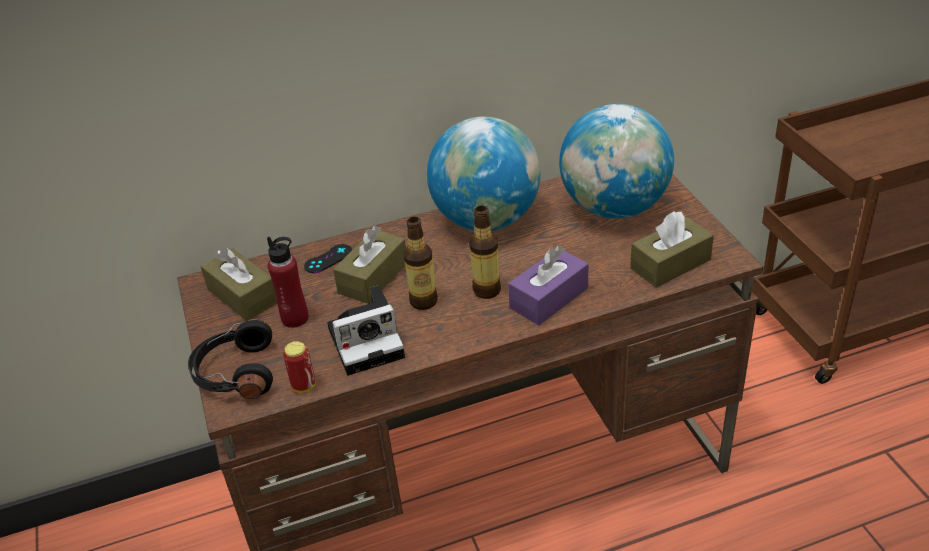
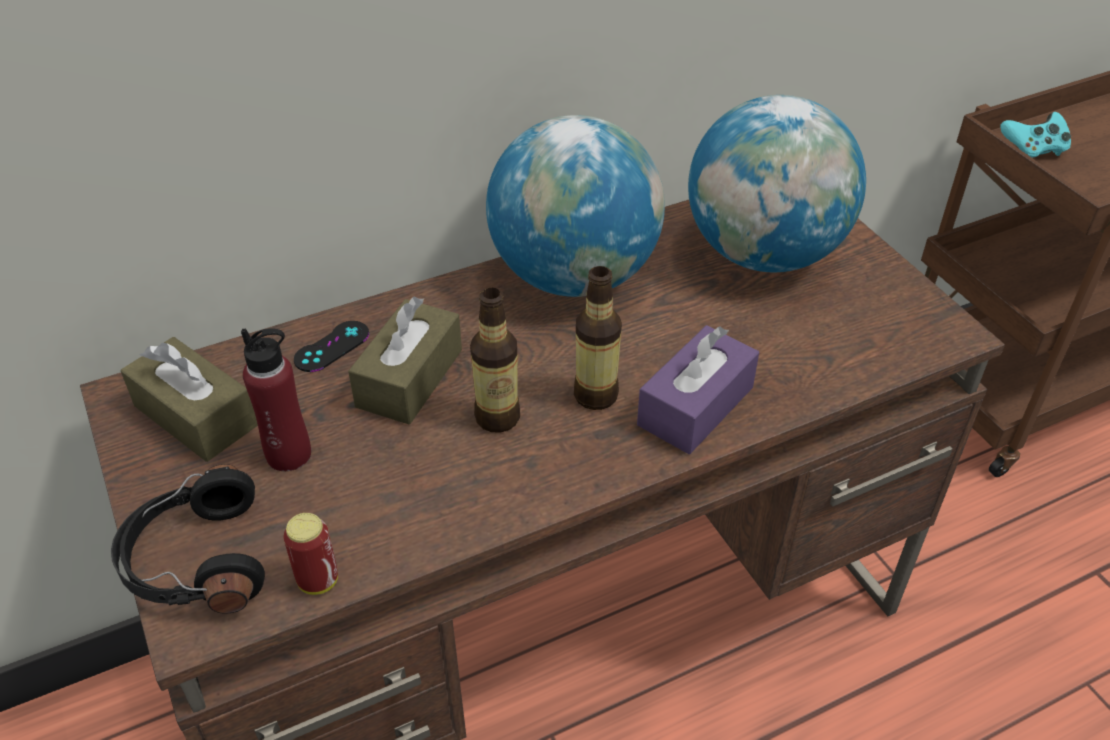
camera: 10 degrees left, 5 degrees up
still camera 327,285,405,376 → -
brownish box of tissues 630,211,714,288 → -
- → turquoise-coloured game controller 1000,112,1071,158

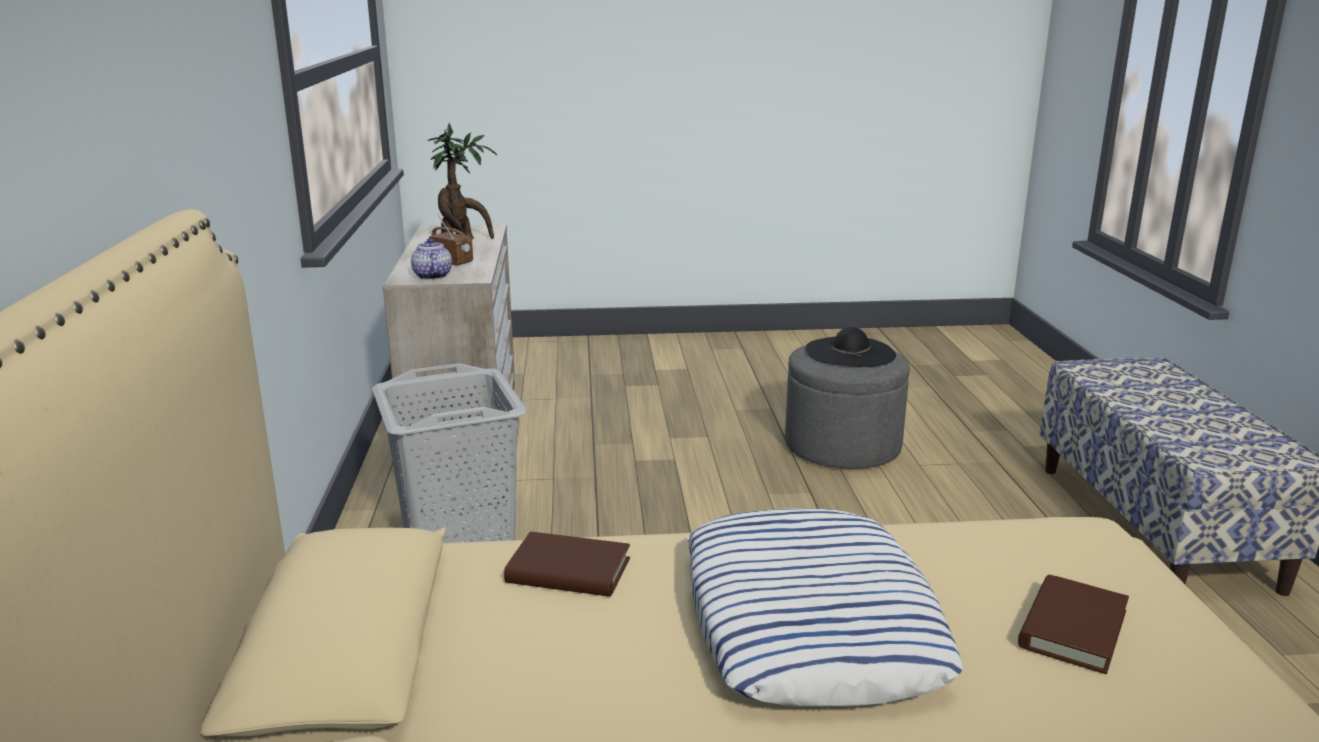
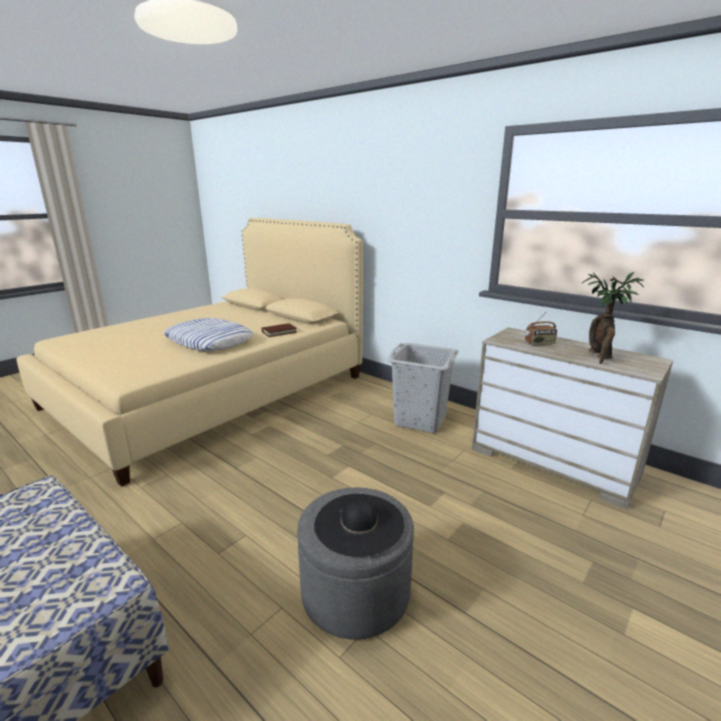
camera: 135 degrees right, 0 degrees up
teapot 411,238,452,280 → -
brownish book 1018,575,1129,674 → -

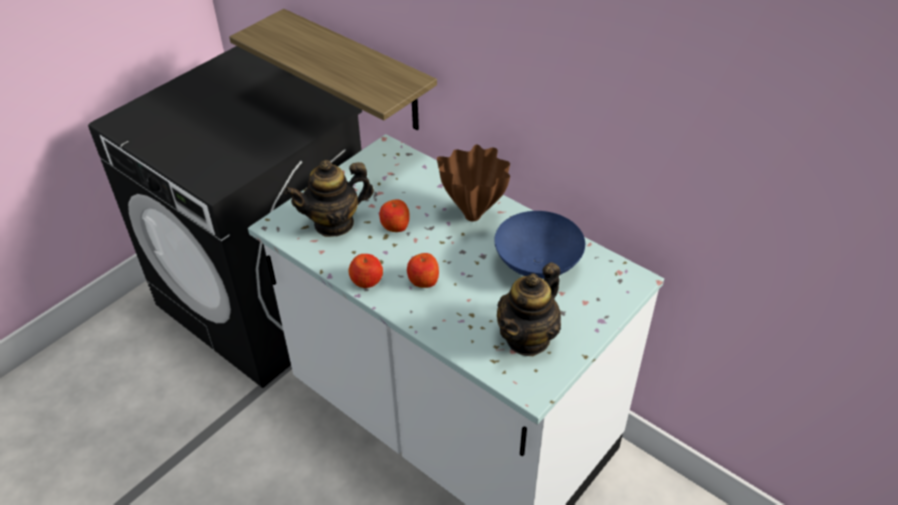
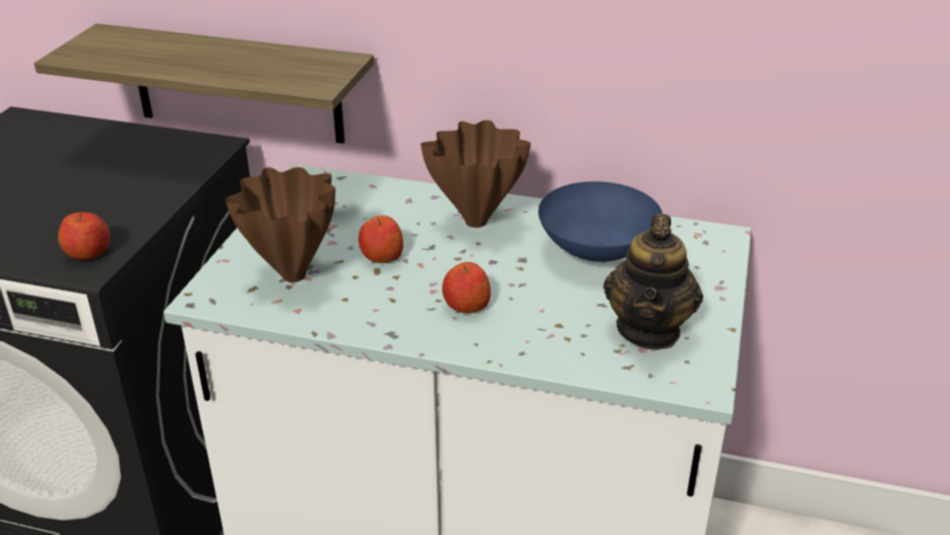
camera: 25 degrees left, 10 degrees down
apple 349,254,383,288 → apple 58,212,110,260, move
teapot 285,160,374,237 → brownish decorative vase 225,167,335,282

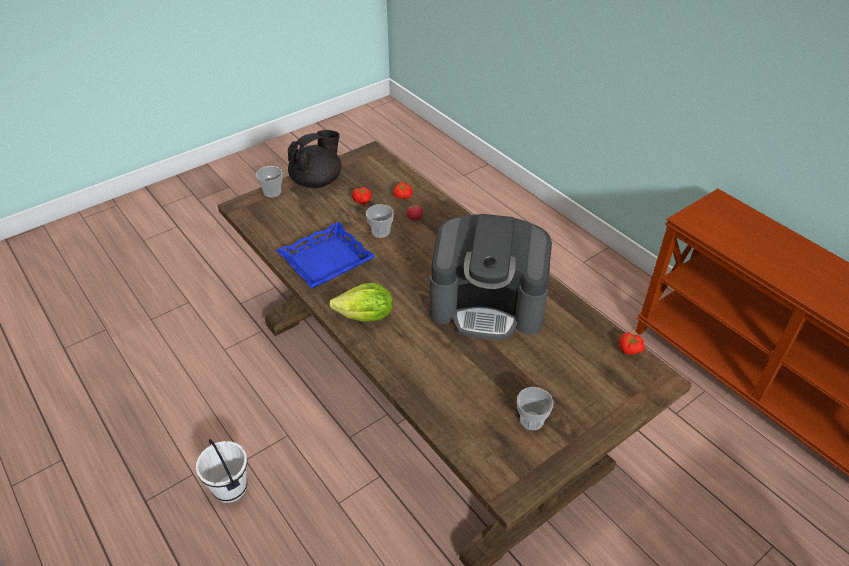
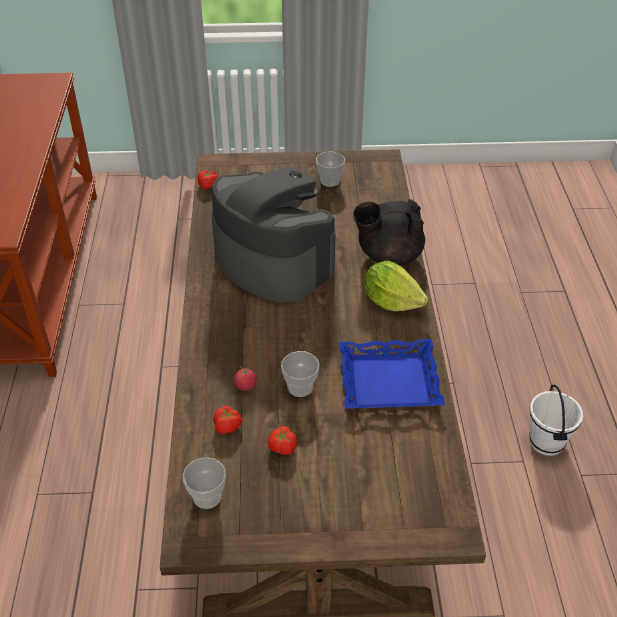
camera: 145 degrees left, 0 degrees up
small cup 256,166,282,198 → small cup 183,457,226,509, move
blackish teapot 288,130,341,188 → blackish teapot 353,199,425,265, move

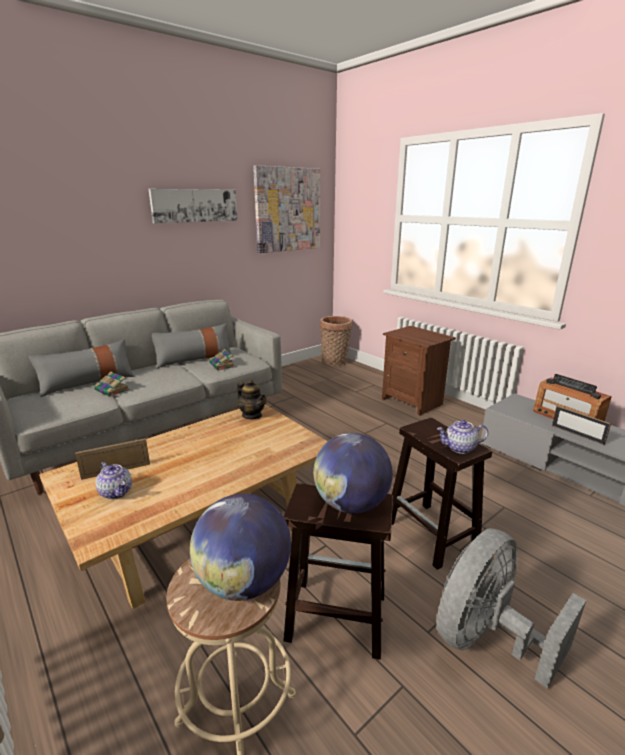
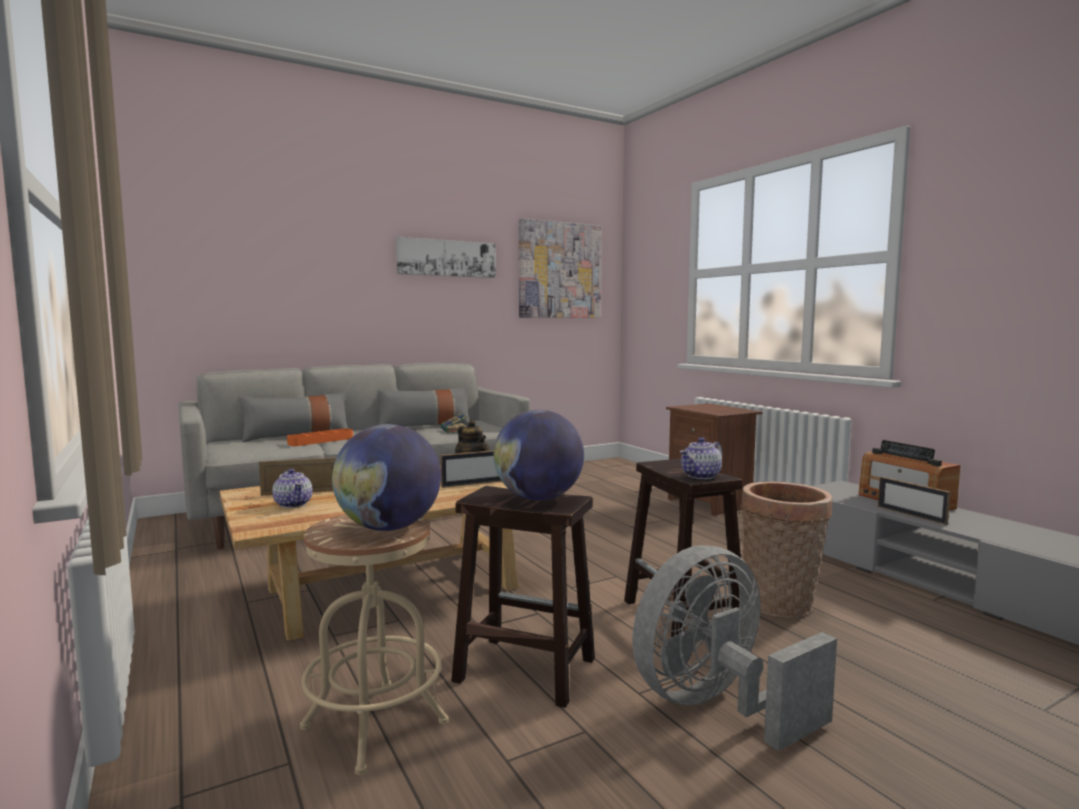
camera: 10 degrees right, 15 degrees down
- → photo frame 440,450,502,488
basket 320,316,352,366 → basket 741,481,832,617, move
book 94,372,130,397 → orangey tray 287,428,353,446
teapot 437,420,488,454 → teapot 680,437,723,479, 45 degrees counterclockwise

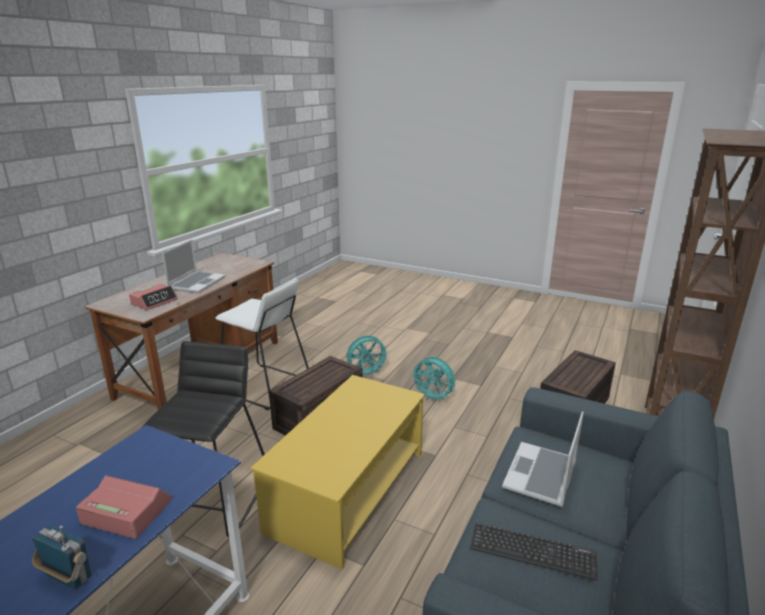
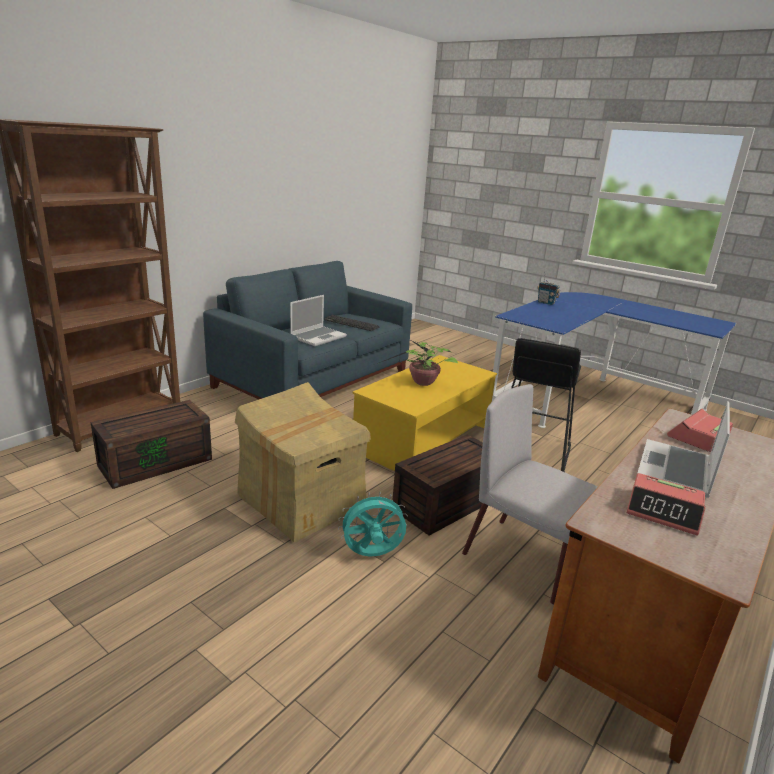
camera: 170 degrees left, 0 degrees up
- → houseplant 374,341,458,386
alarm clock 76,475,172,539 → alarm clock 626,473,705,536, move
white-coloured sitting stool 215,279,309,410 → greyish plain chair 462,384,598,605
turquoise-coloured electric fan 410,357,455,403 → carton 235,382,371,542

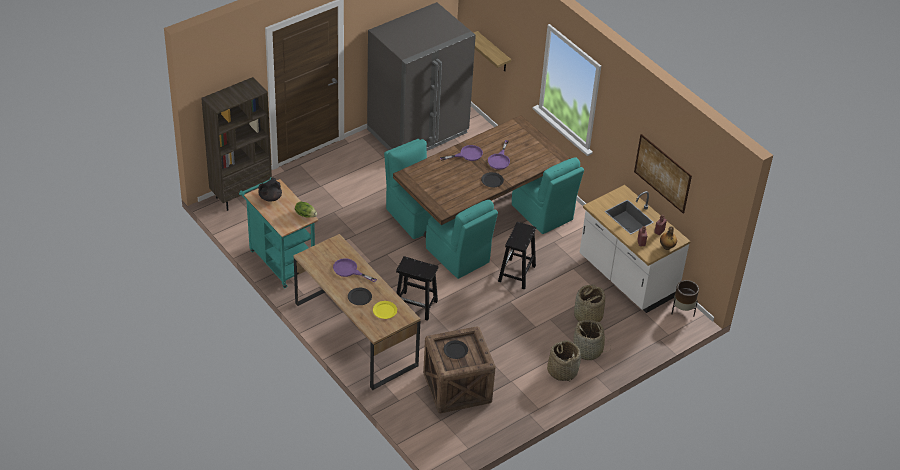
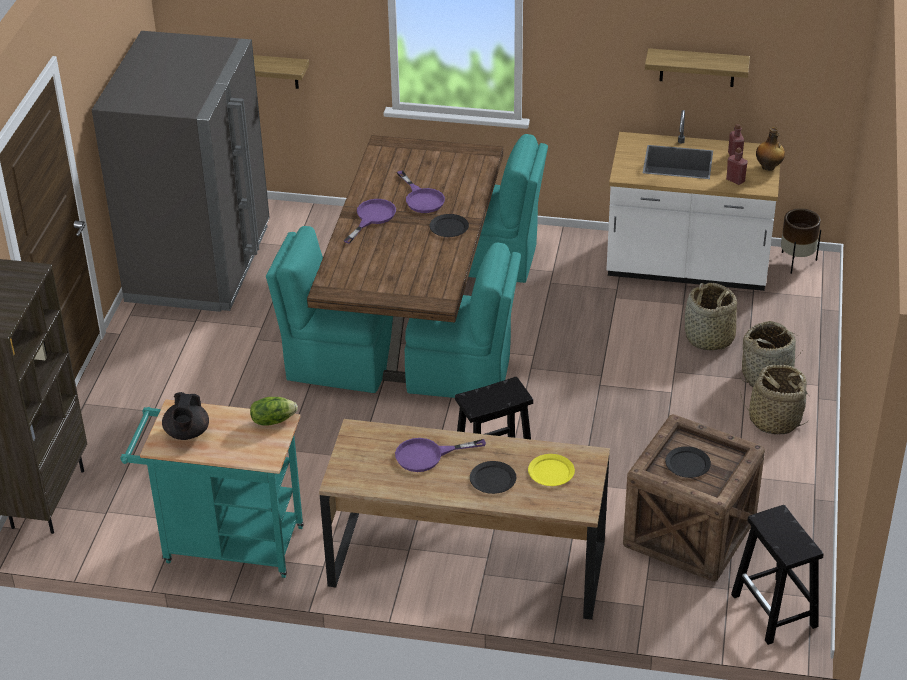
camera: 40 degrees left, 5 degrees down
blackish sitting stool 498,222,536,290 → blackish sitting stool 731,505,824,645, move
wall art 634,134,692,214 → bracket shelf 645,48,750,87

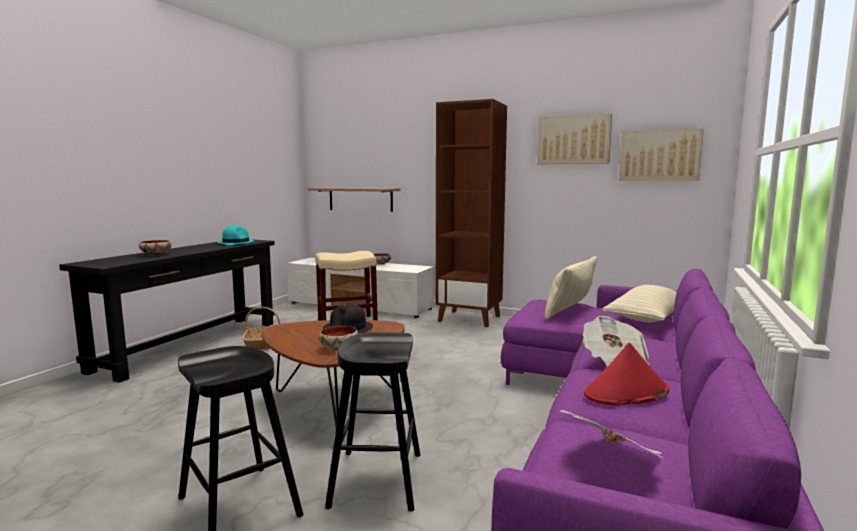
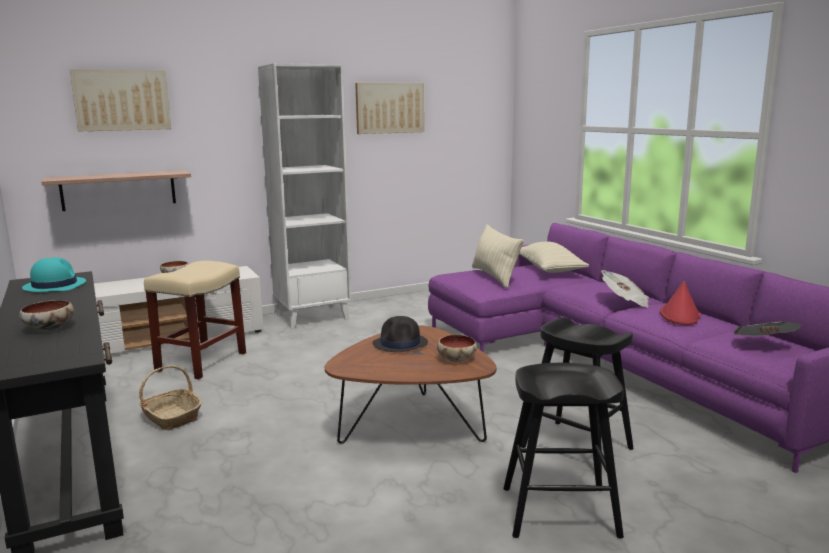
camera: 50 degrees left, 5 degrees up
wall art 619,129,704,181 → wall art 70,70,171,132, move
brownish shelving unit 436,99,507,327 → white-coloured shelving unit 258,63,351,329

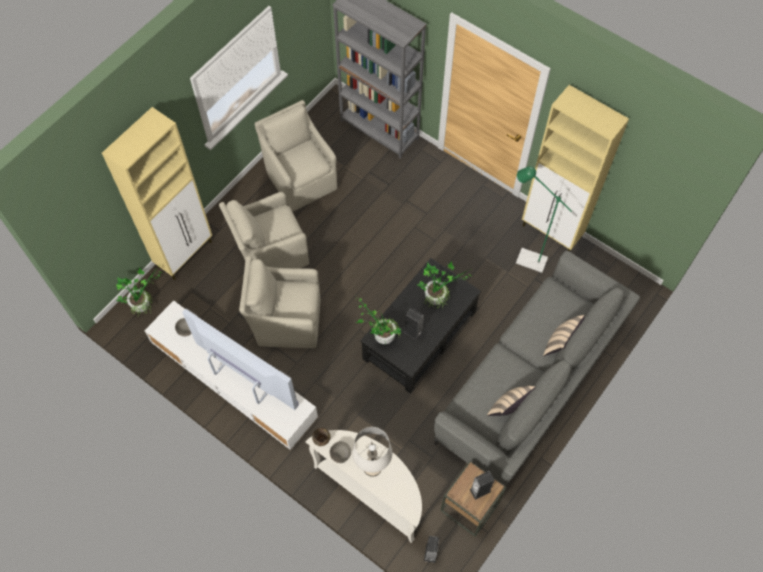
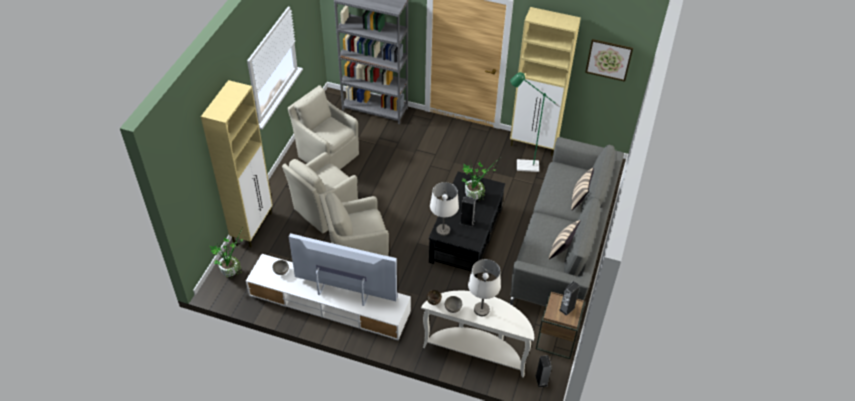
camera: 20 degrees left, 15 degrees down
- → wall art 585,39,633,82
houseplant 356,296,401,344 → white-coloured table lamp 430,182,459,236

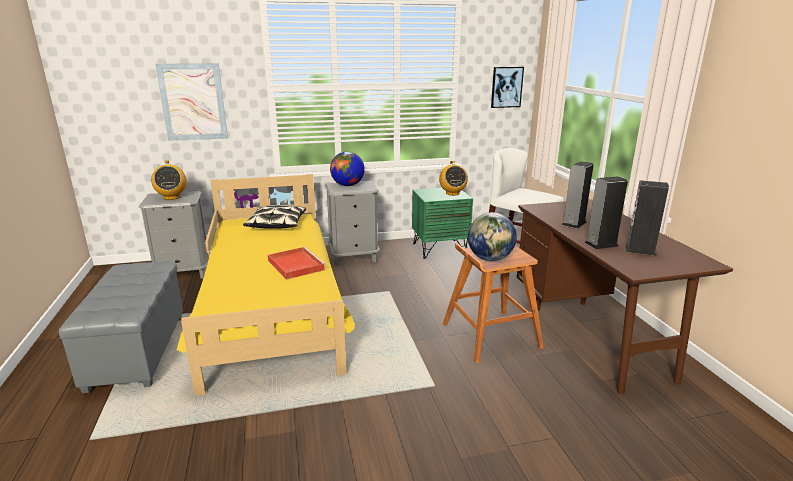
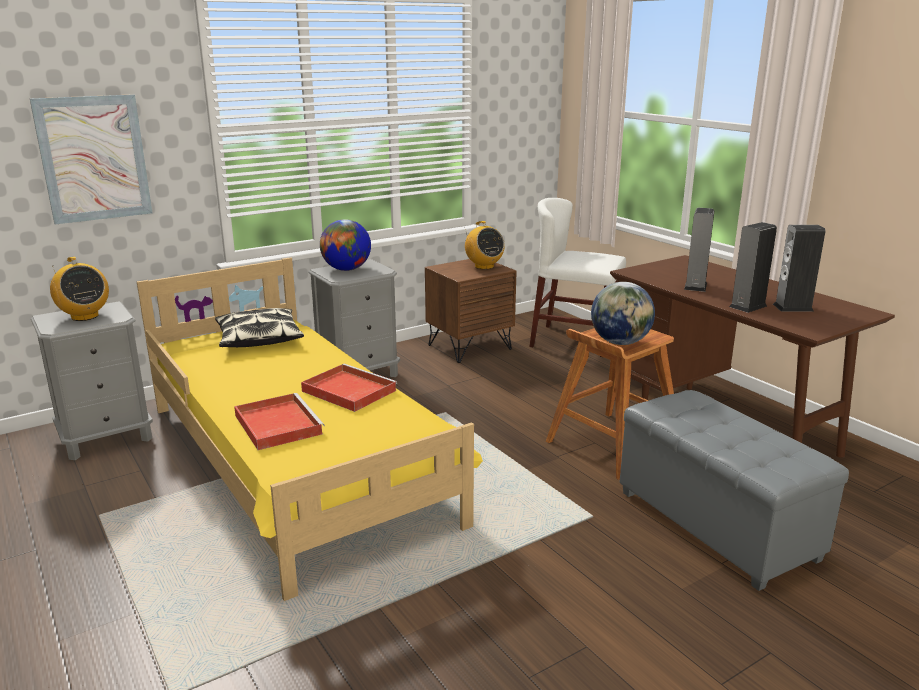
camera: 20 degrees left, 0 degrees up
wall art 491,67,524,108 → -
- → reddish tray 234,393,325,450
greyish ottoman 59,261,183,393 → greyish ottoman 620,390,849,591, move
greenish bedside table 412,188,473,259 → brownish bedside table 425,259,517,363

